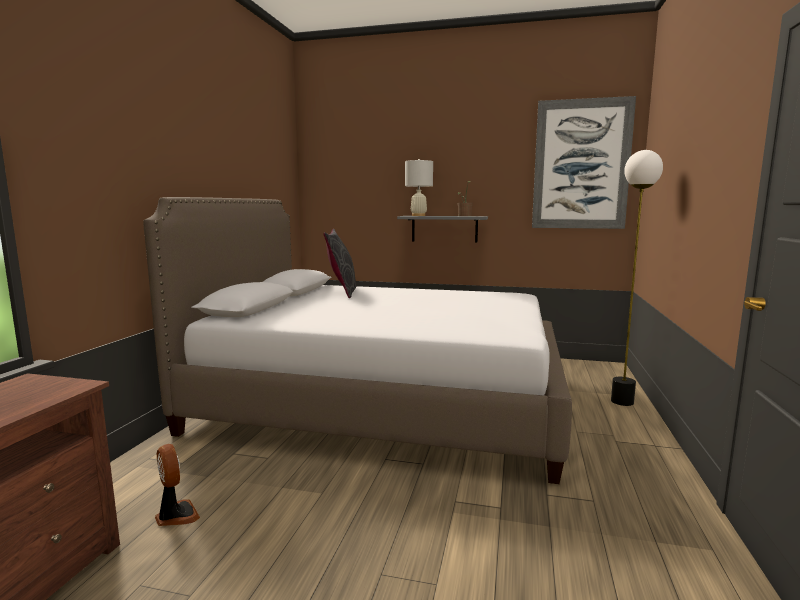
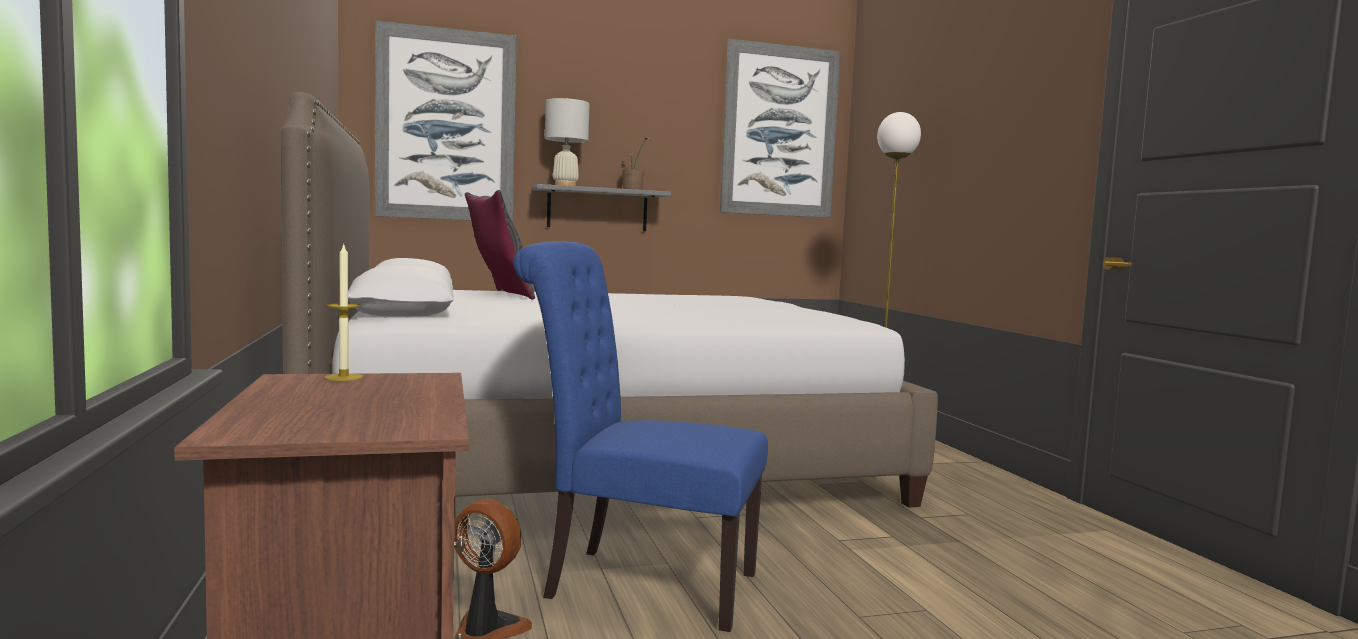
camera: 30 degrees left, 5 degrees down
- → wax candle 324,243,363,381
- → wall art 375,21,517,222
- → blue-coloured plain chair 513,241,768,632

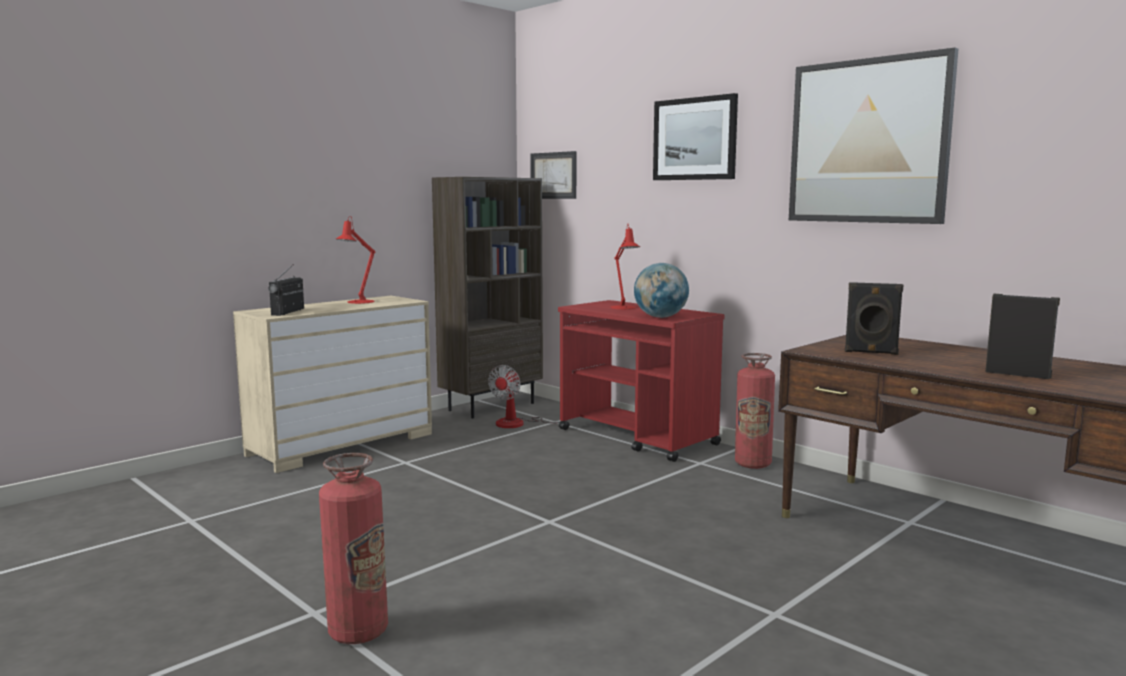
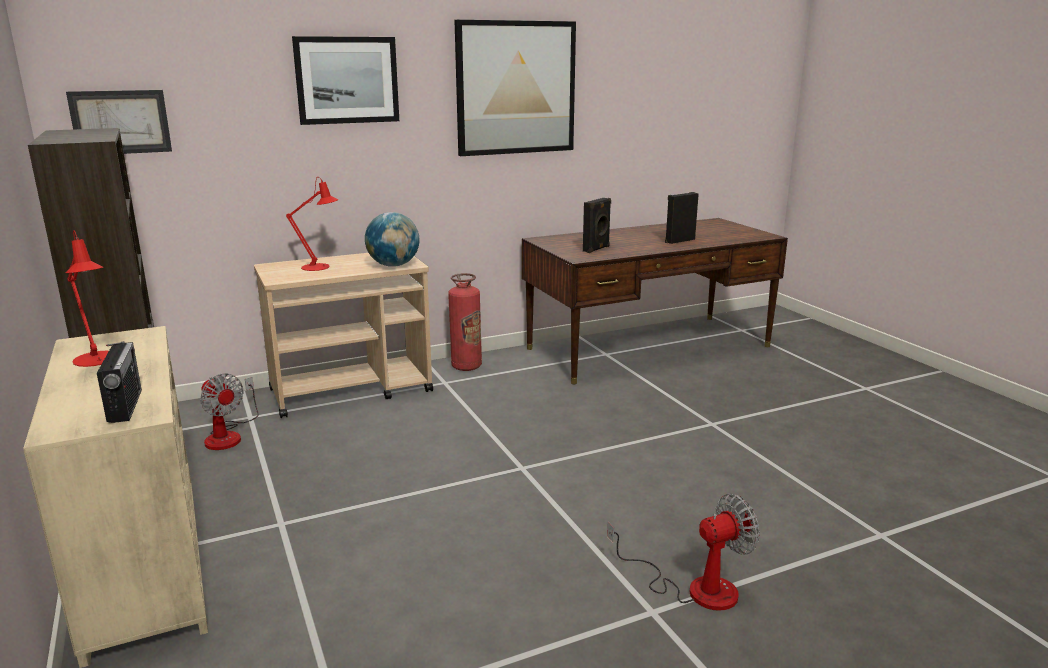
camera: 70 degrees left, 10 degrees up
extinguisher 319,453,388,644 → electric fan 607,494,760,611
reddish wheeled cart 558,300,725,462 → beige-coloured wheeled cart 254,253,433,418
radio set 268,264,304,316 → radio set 97,341,142,423, 135 degrees counterclockwise

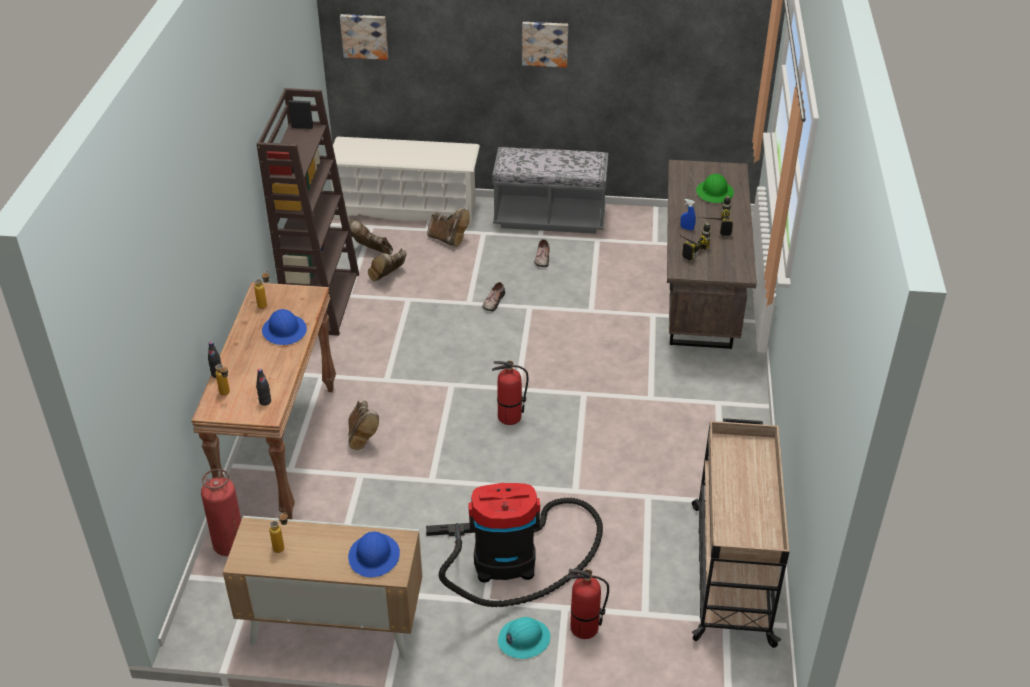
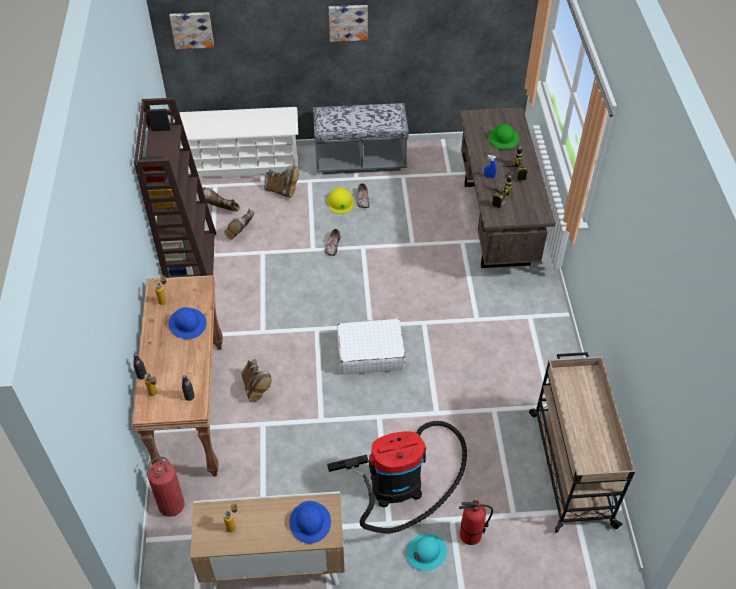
camera: 10 degrees left, 10 degrees up
- → yellow safety helmet 327,188,354,214
extinguisher 492,361,528,425 → white-coloured suitcase 337,319,405,375

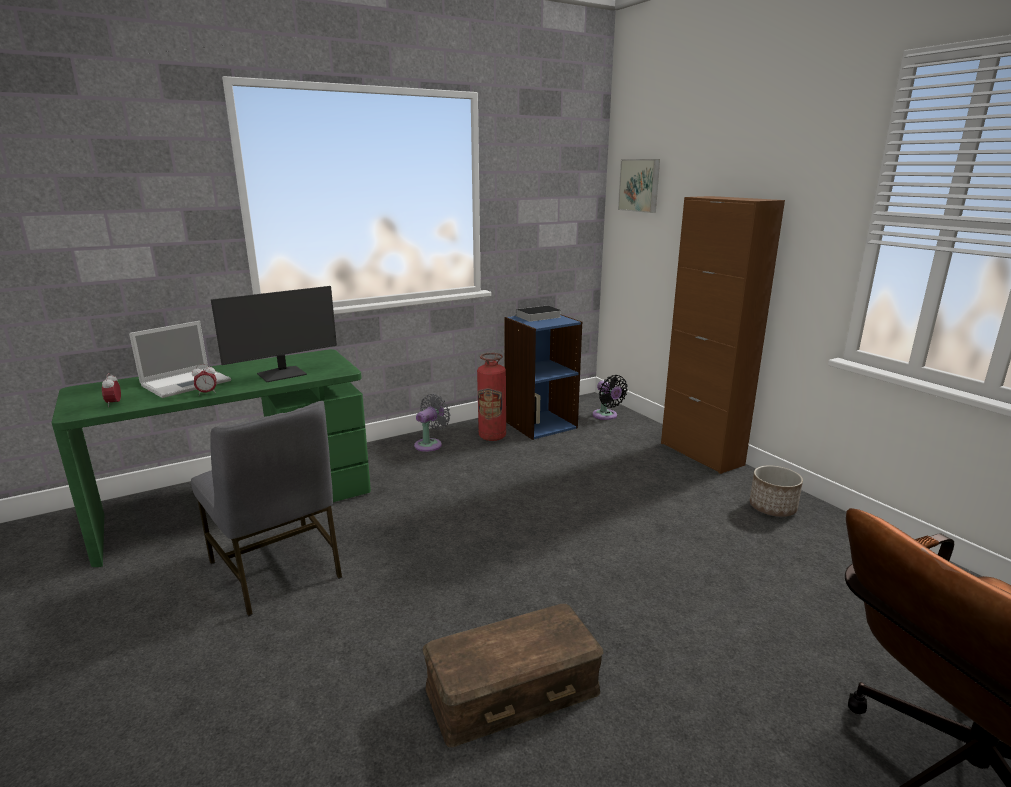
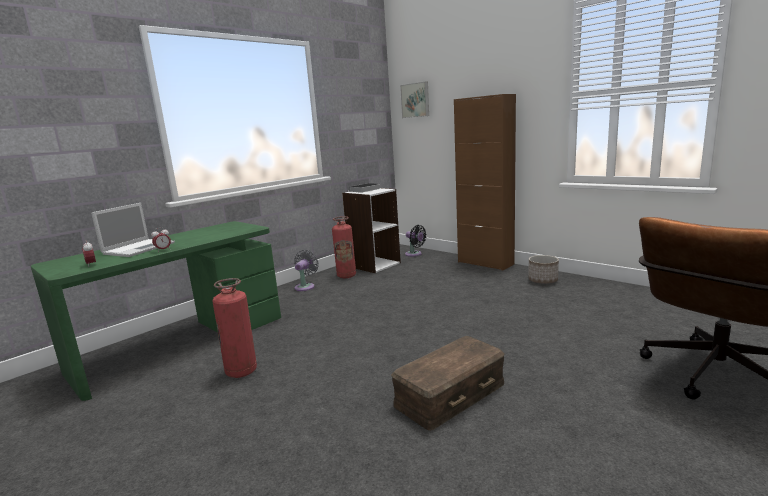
camera: 15 degrees left, 5 degrees down
computer screen 211,286,337,382 → -
greyish plain chair 191,401,342,617 → extinguisher 212,278,257,378
blue-coloured shelving unit 504,314,582,440 → white-coloured shelving unit 342,188,401,273

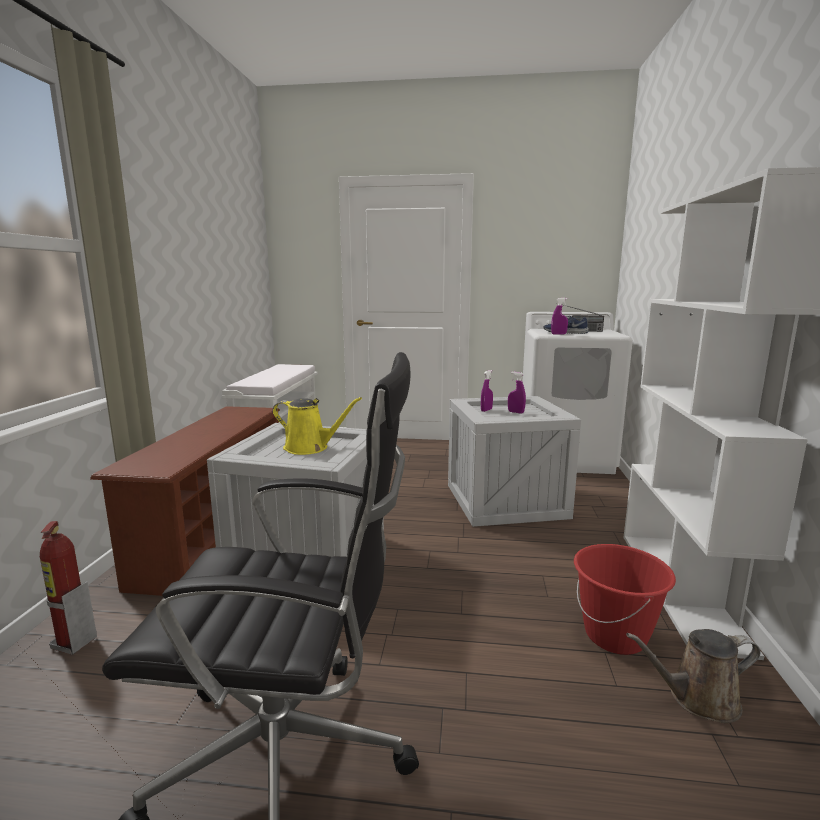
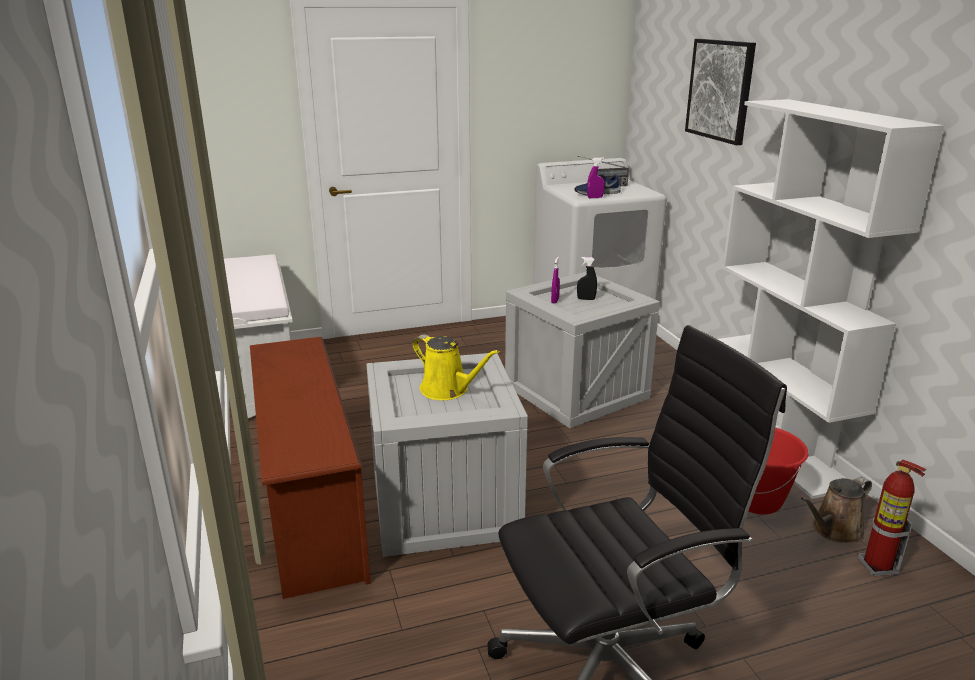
camera: 25 degrees left, 10 degrees up
- → wall art 685,39,756,145
extinguisher 40,521,97,655 → extinguisher 858,460,926,577, move
purplish spray bottle 508,372,526,414 → blackish spray bottle 577,257,597,300
yellow sprinkling can 273,397,362,455 → yellow sprinkling can 413,334,500,400, 45 degrees clockwise

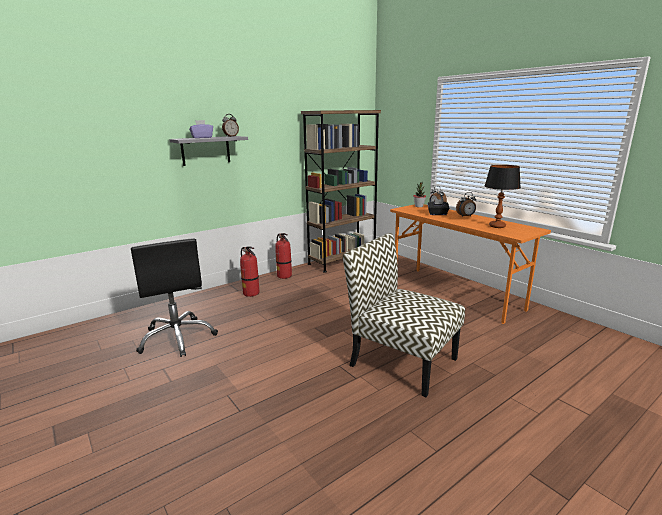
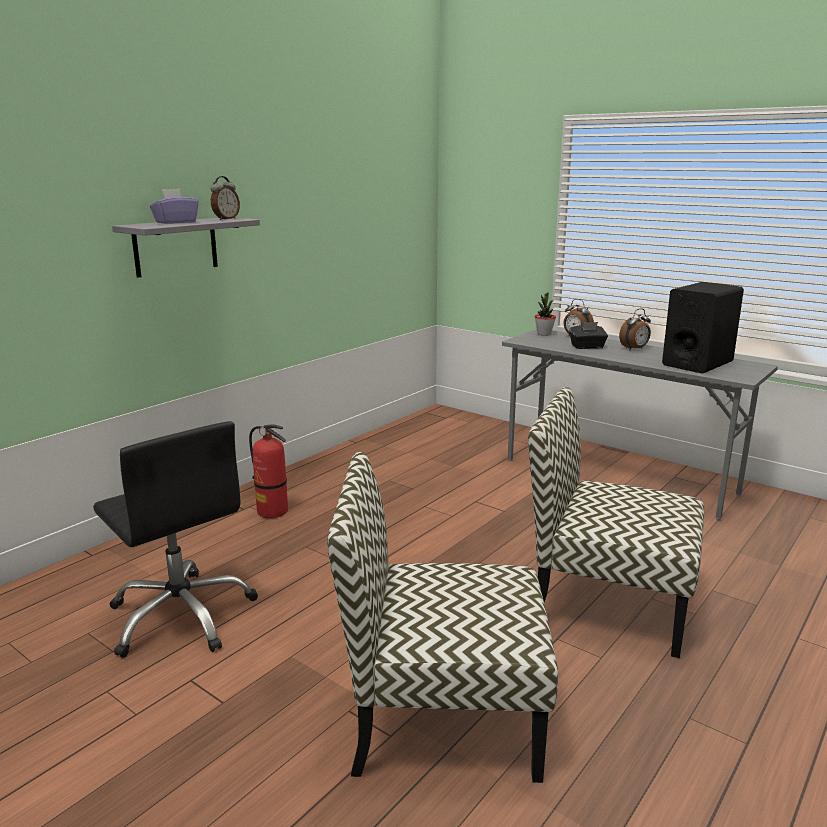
camera: 15 degrees left, 0 degrees up
extinguisher 275,233,292,279 → -
brownish shelving unit 301,110,381,273 → -
- → plain chair 327,452,558,783
table lamp 485,165,521,228 → blackish loudspeaker 662,282,744,374
orangey desk table 390,204,551,324 → greyish desk table 502,329,778,520

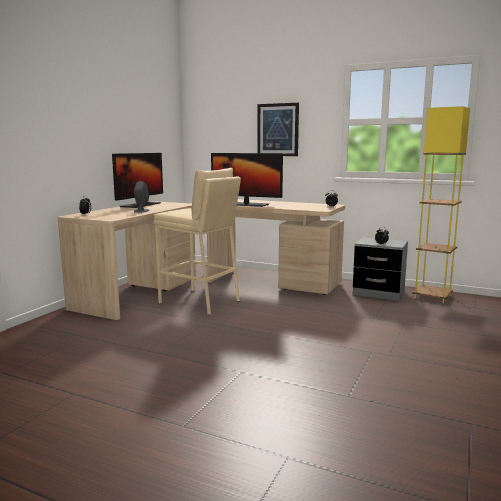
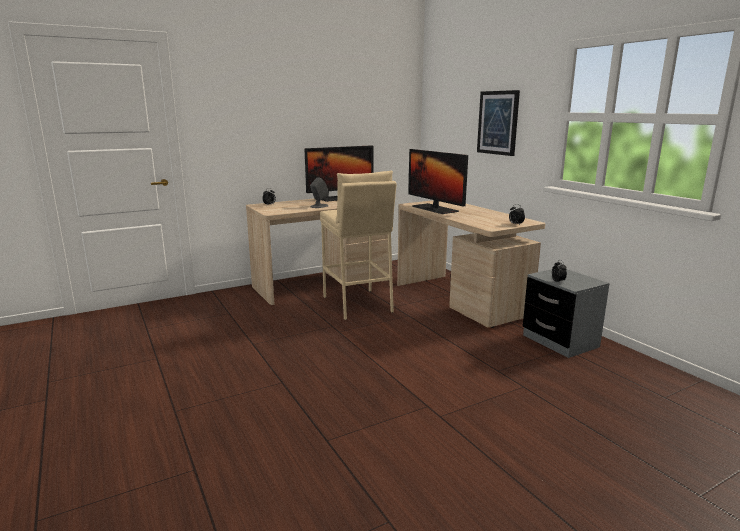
camera: 35 degrees right, 5 degrees up
yellow floor lamp 413,106,470,303 → -

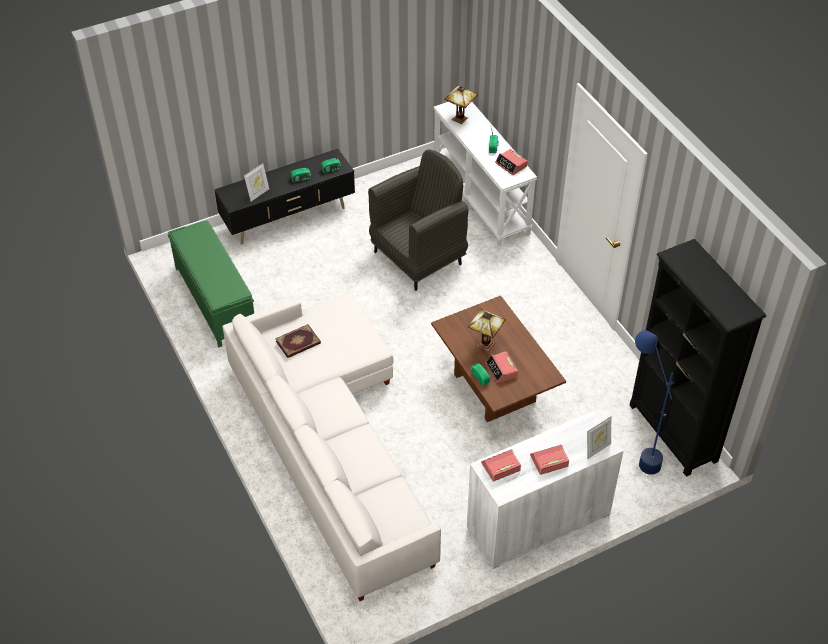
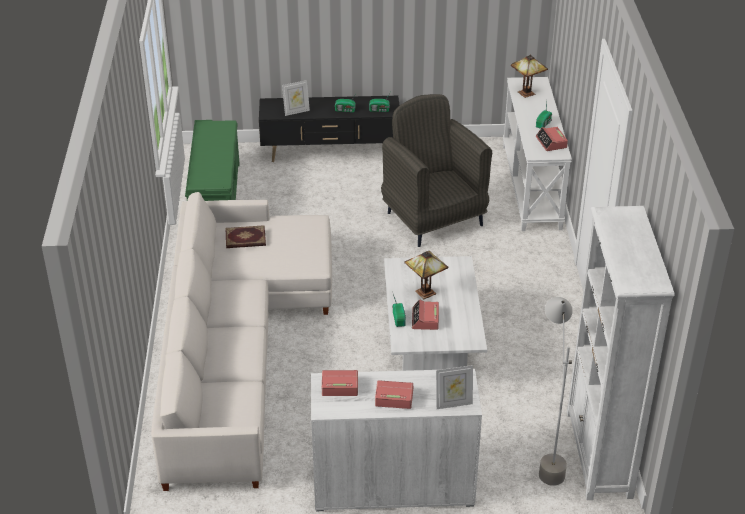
camera: 25 degrees right, 10 degrees down
brownish low table 431,295,566,422 → white-coloured low table 384,256,487,371
blackish shelving unit 630,239,766,477 → white-coloured shelving unit 567,206,675,500
blue-coloured floor lamp 635,330,676,475 → greyish floor lamp 539,297,573,486
greyish lounge chair 368,149,468,291 → greyish lounge chair 381,94,492,247, 105 degrees counterclockwise

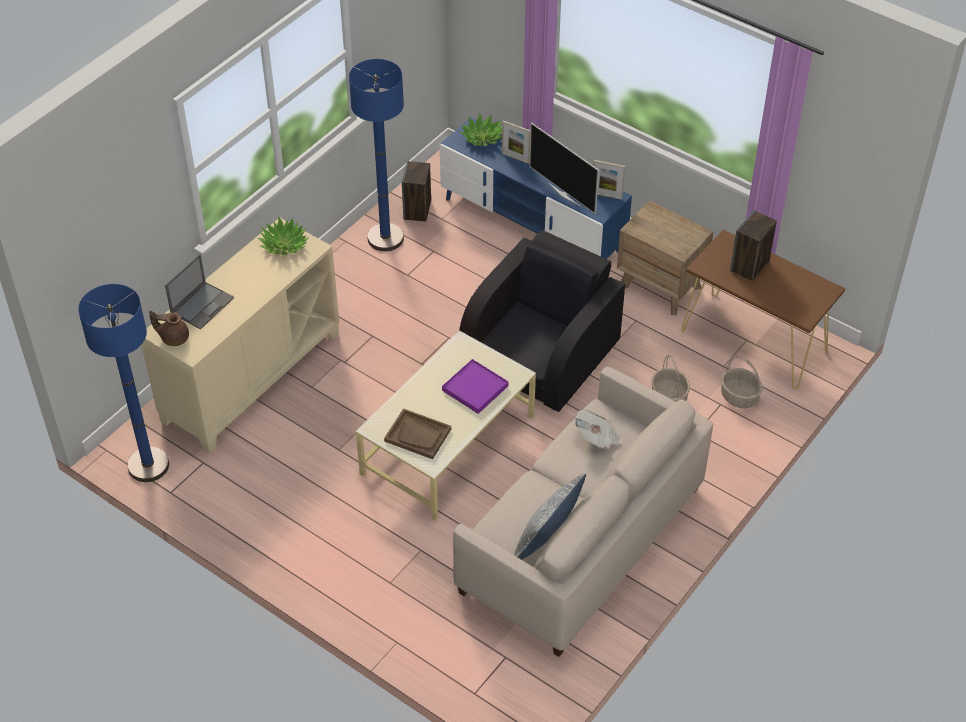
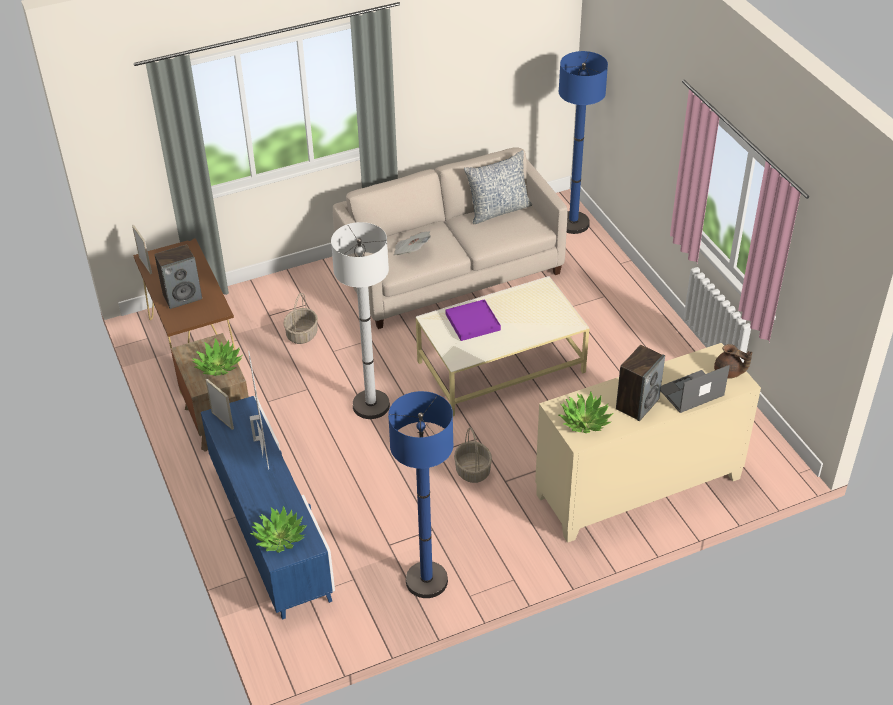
camera: 150 degrees left, 5 degrees down
brownish tray 384,408,451,459 → -
- → houseplant 192,339,242,376
blue-coloured floor lamp 78,284,169,482 → blue-coloured floor lamp 559,51,608,234, move
loudspeaker 402,161,431,222 → loudspeaker 616,345,665,421, move
photo frame 502,120,530,164 → photo frame 132,225,152,274, move
basket 721,356,763,408 → basket 454,427,492,483, move
blackish lounge chair 459,230,625,412 → white-coloured floor lamp 331,222,390,419

